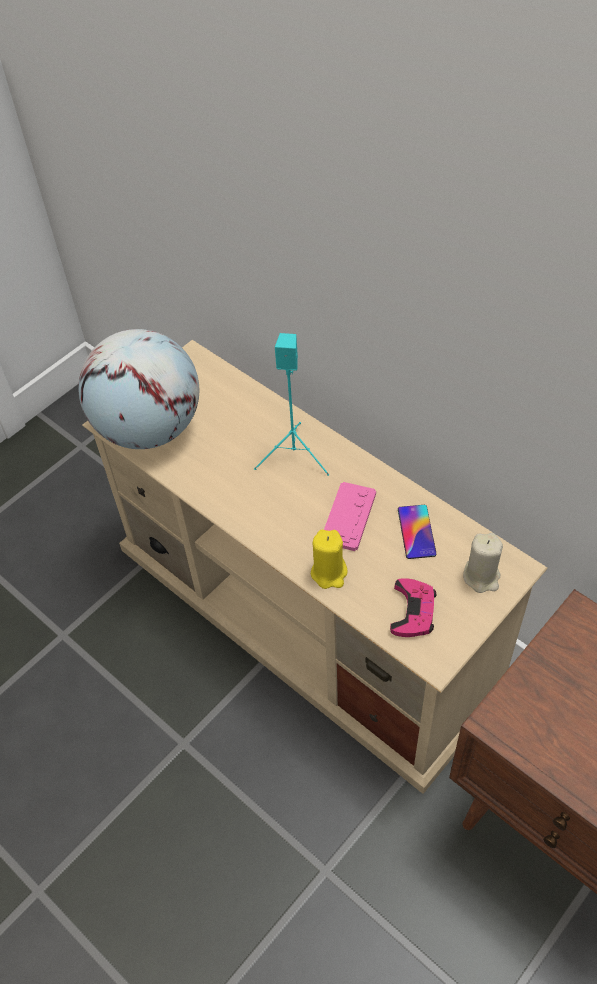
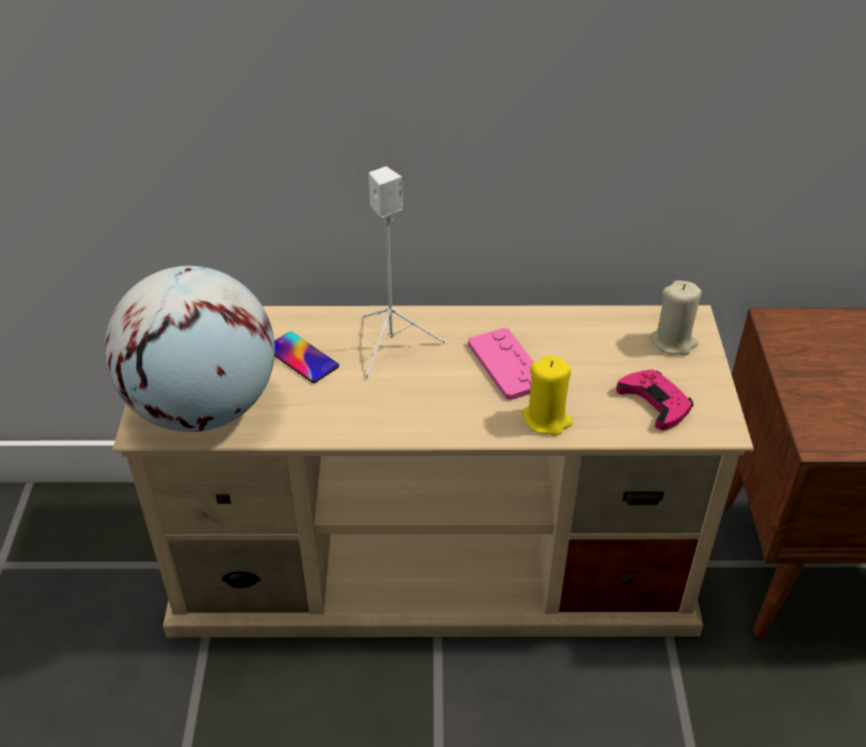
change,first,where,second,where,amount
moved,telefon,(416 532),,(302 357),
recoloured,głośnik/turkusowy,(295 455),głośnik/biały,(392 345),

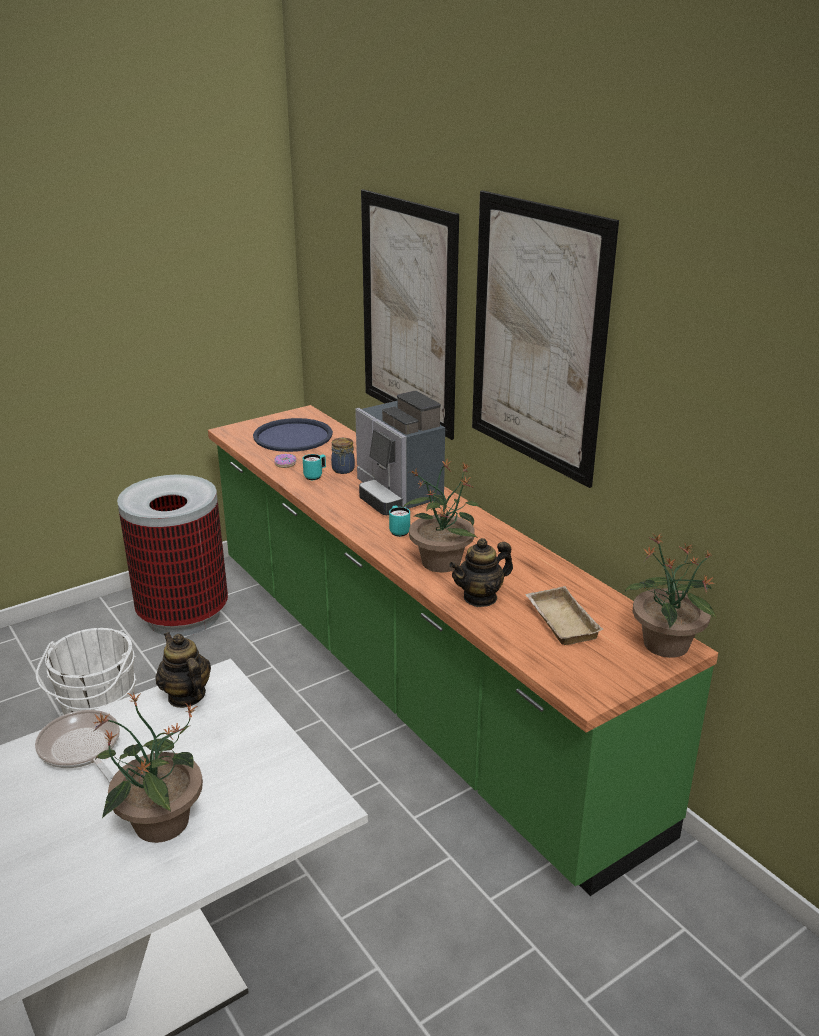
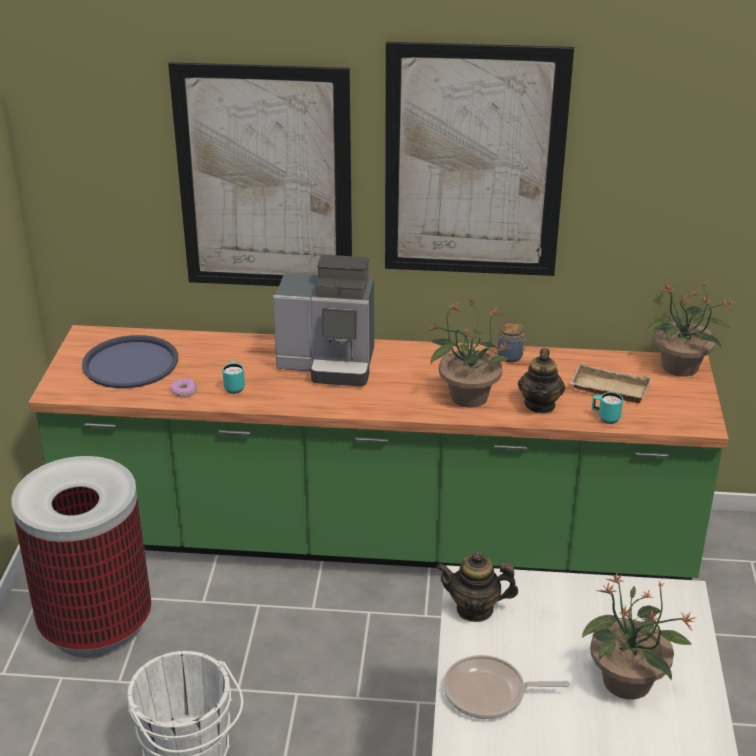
change,first,where,second,where,amount
moved,słoik,(343 470),,(511 357),
moved,kubek/turkusowy,(398 531),,(605 418),

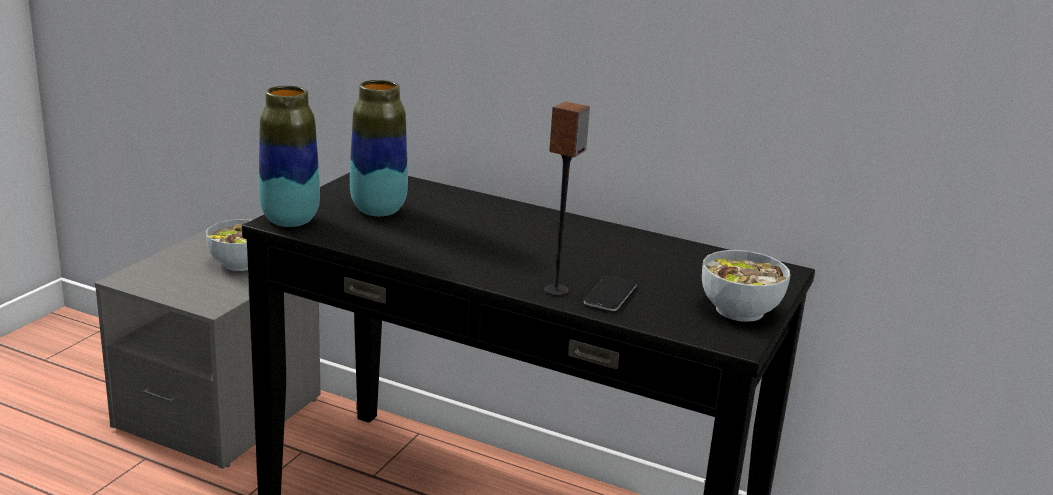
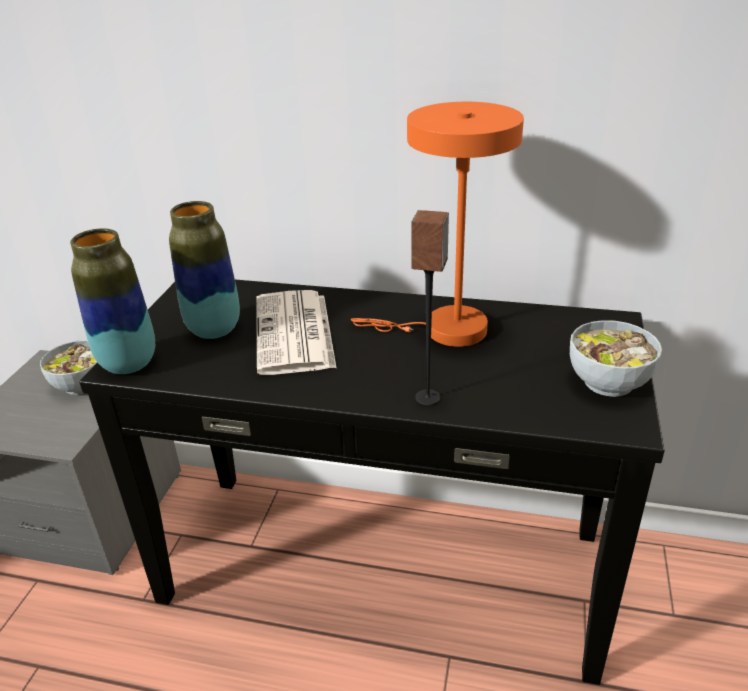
change,first,where,second,where,amount
added,,,gazeta,(295 333),
added,,,lampa stołowa/pomarańczowy,(445 330),
removed,telefon,(610 295),,,

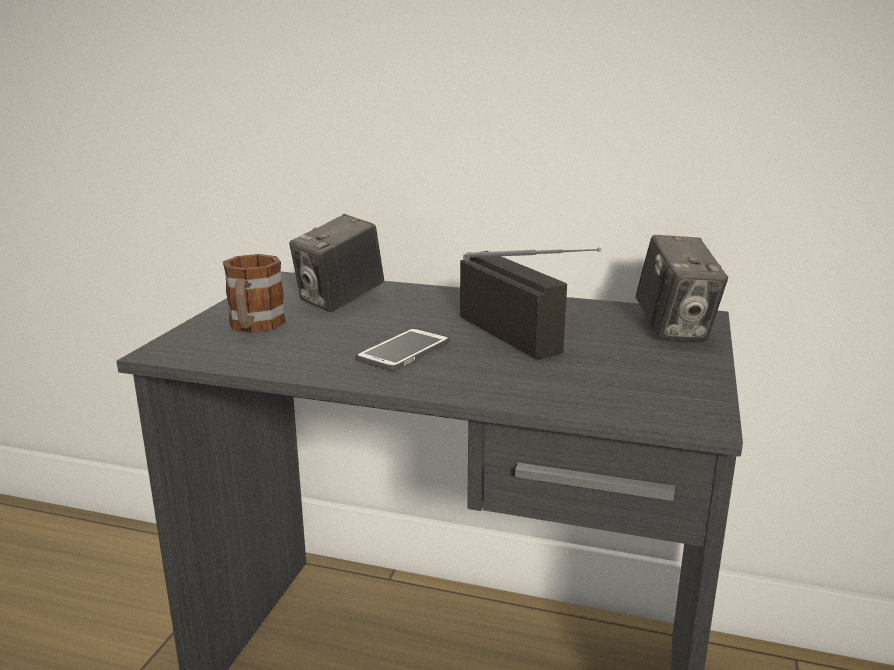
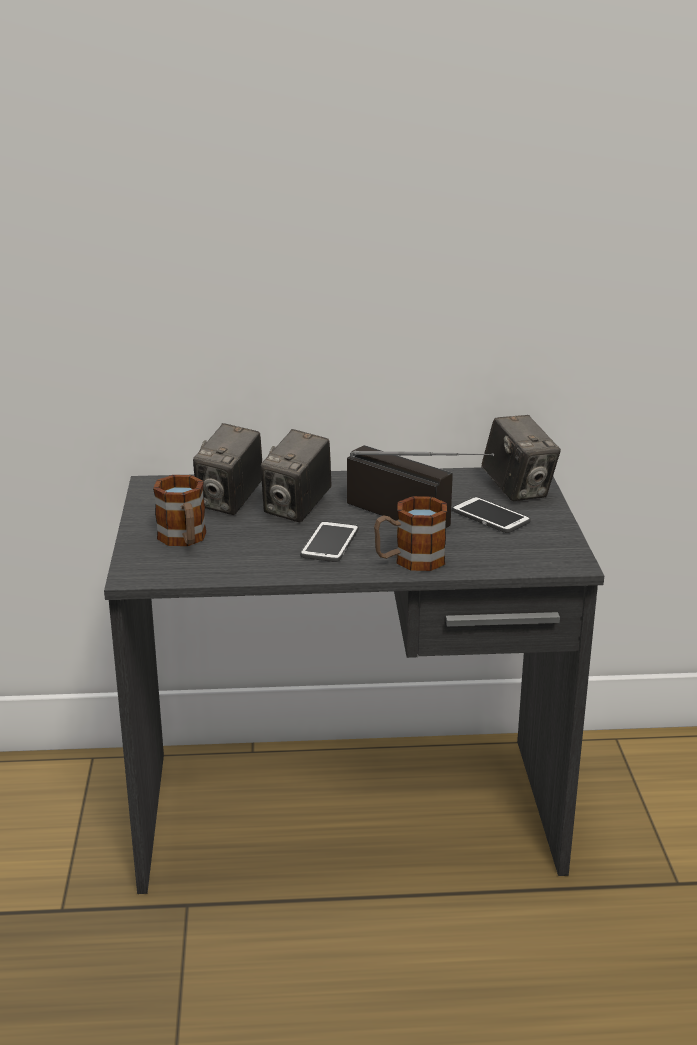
change,first,where,second,where,amount
added,,,aparat fotograficzny,(297 509),
added,,,kubek,(409 561),
added,,,telefon,(490 516),

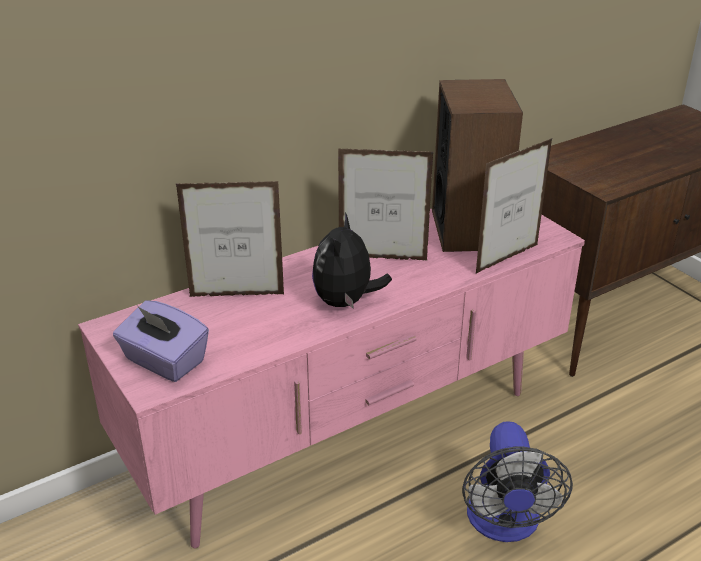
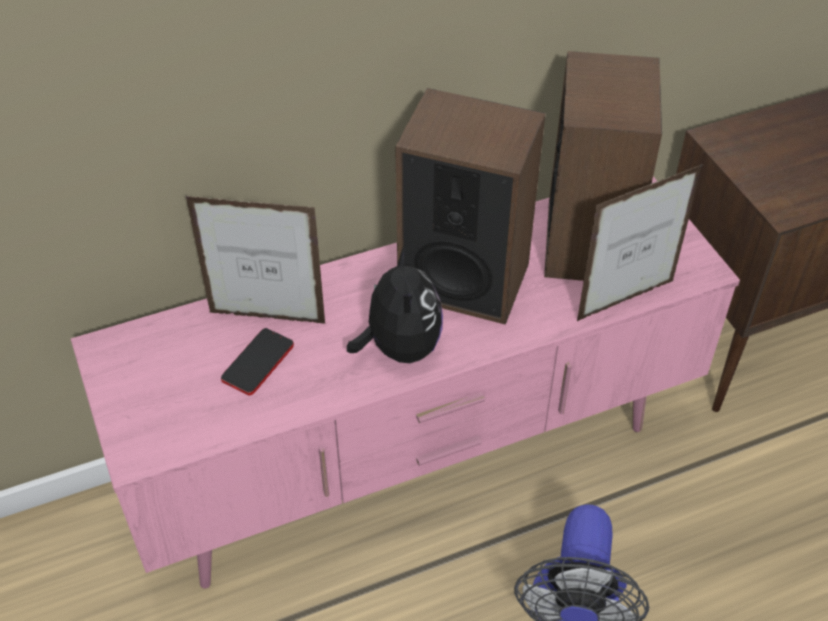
change,first,where,second,where,amount
added,,,telefon,(258 362),
turned,pluszak,(346 302),,(399 347),150 degrees clockwise
replaced,ramka na zdjęcie,(383 258),głośnik,(464 279),
removed,pudełko chusteczek/fioletowy,(164 361),,,

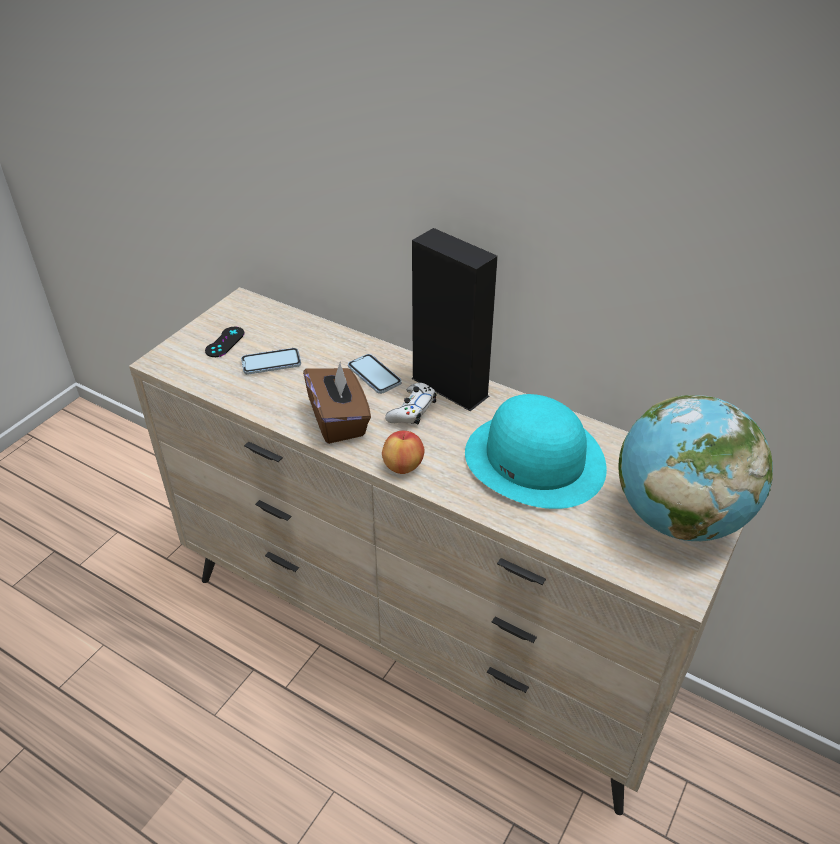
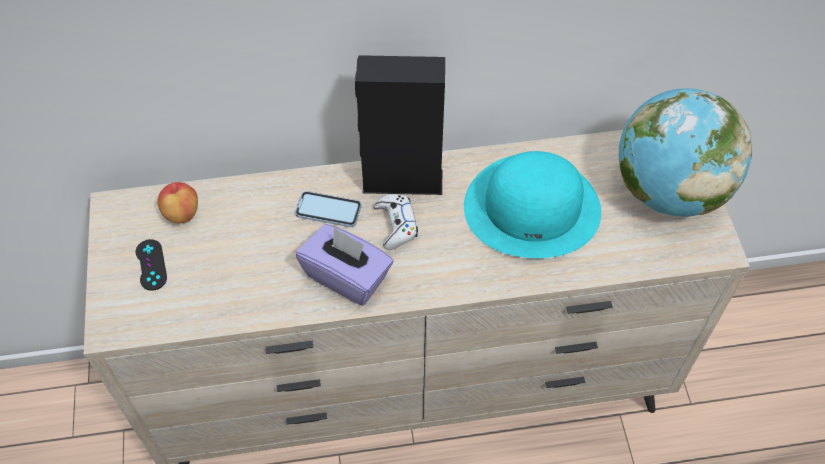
change,first,where,second,where,amount
moved,jabłko,(403 466),,(182 213),
recoloured,pudełko chusteczek/brązowy,(339 420),pudełko chusteczek/fioletowy,(347 276),
removed,telefon,(271 363),,,

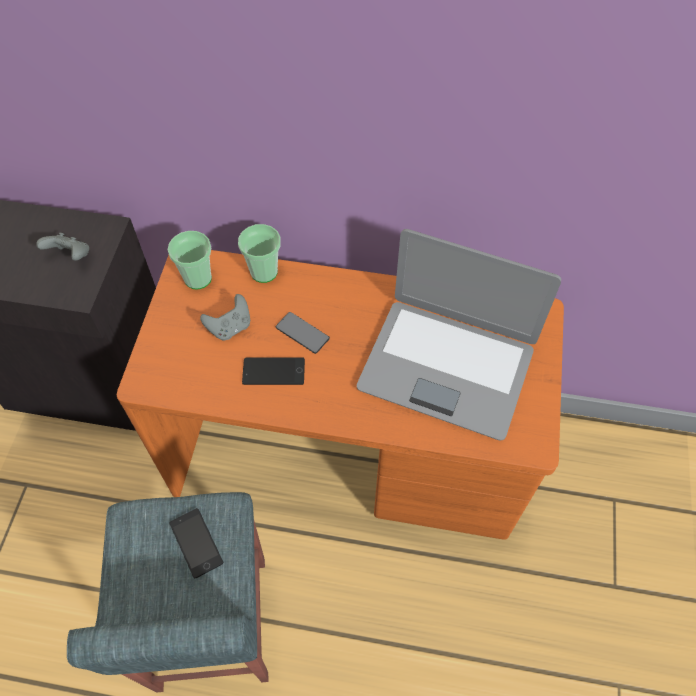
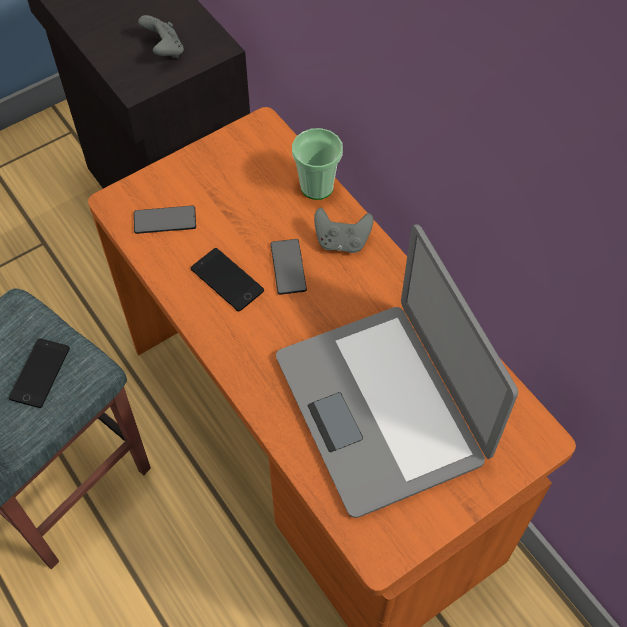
change,first,where,second,where,amount
added,,,telefon,(165 220),
moved,pad do gier/szary,(230 327),,(342 241),
removed,filiżanka,(198 278),,,

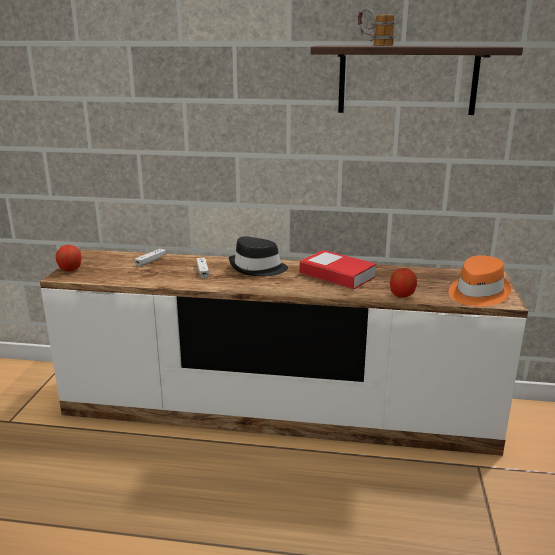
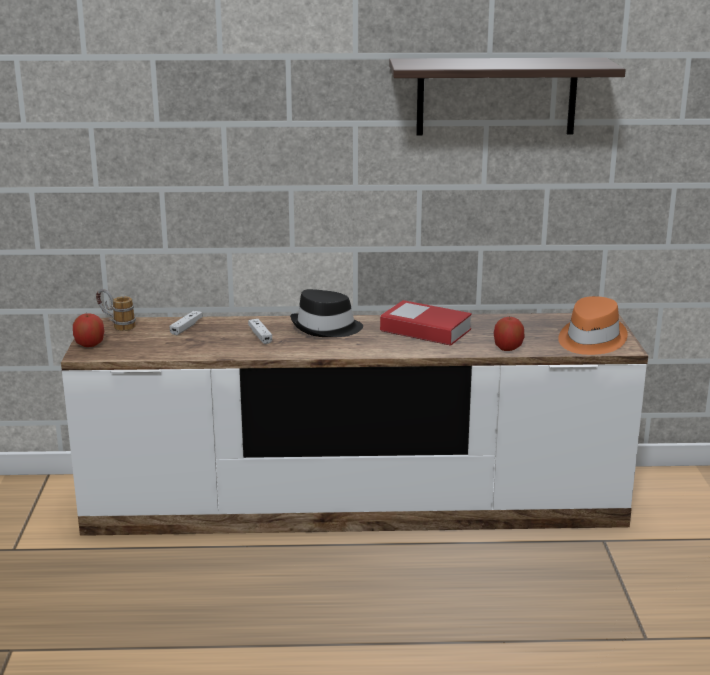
change,first,where,second,where,amount
moved,kubek,(374 45),,(116 325),

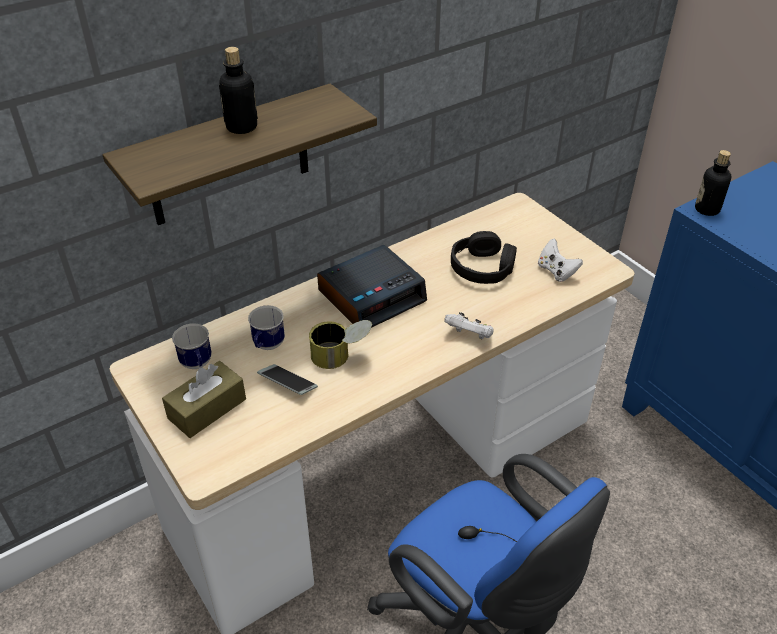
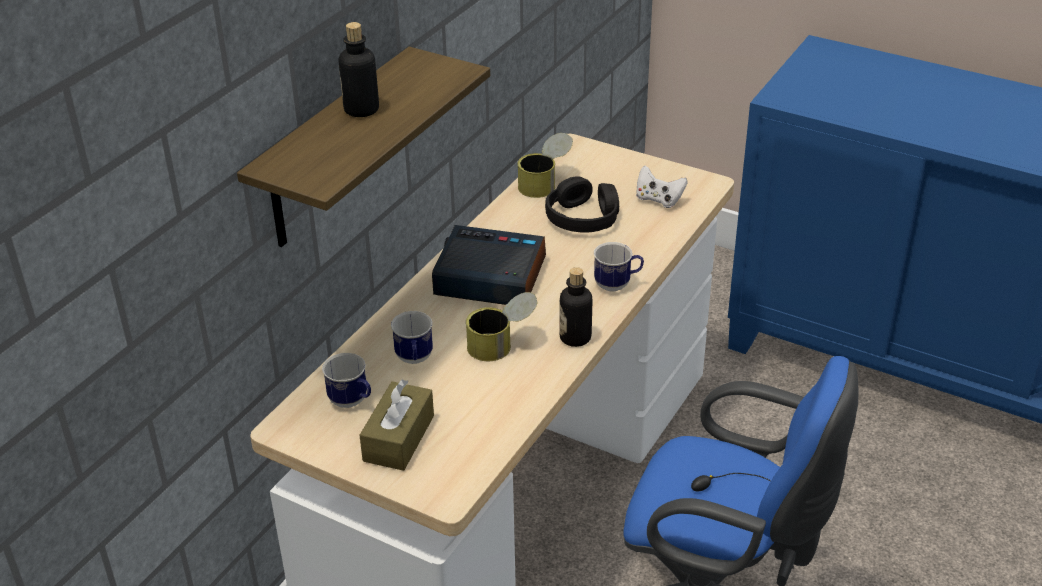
change,first,where,second,where,amount
turned,budzik,(372 295),,(488 277),105 degrees counterclockwise
added,,,puszka,(545 183),
moved,butelka,(707 209),,(575 337),
replaced,pad do gier/biały,(469 336),kubek,(617 285),
removed,telefon,(288 383),,,

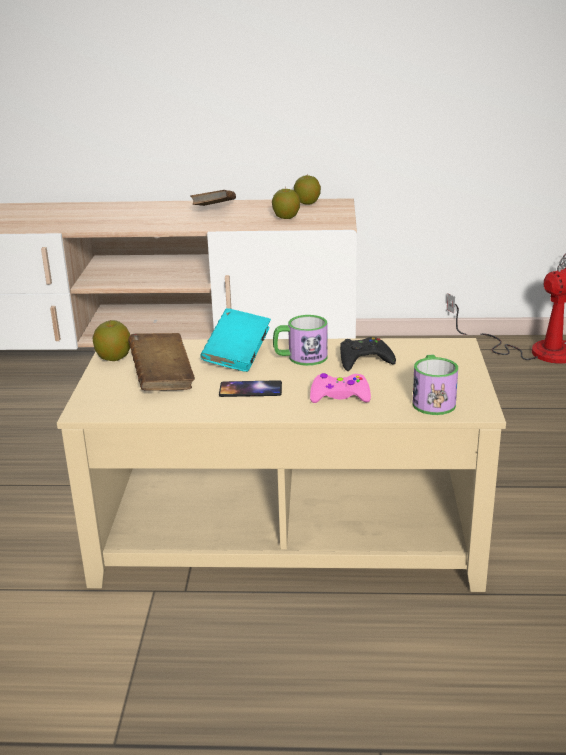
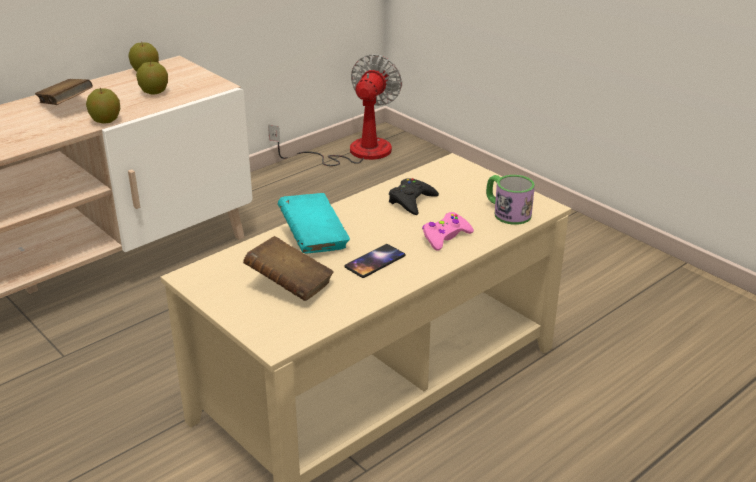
change,first,where,second,where,amount
moved,jabłko,(114 358),,(105 121),
removed,kubek,(300 358),,,

